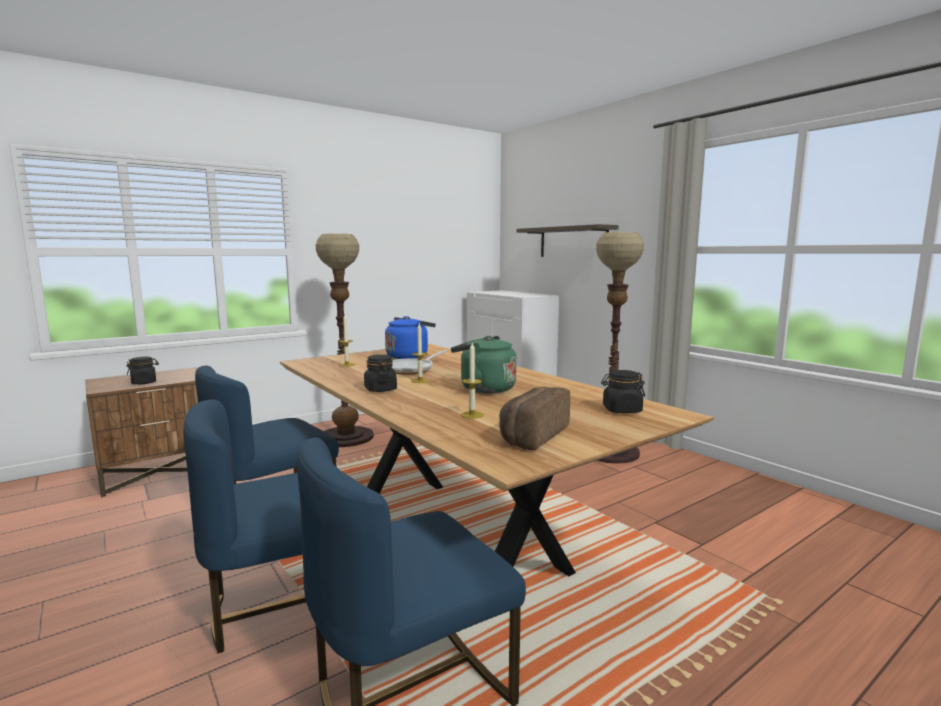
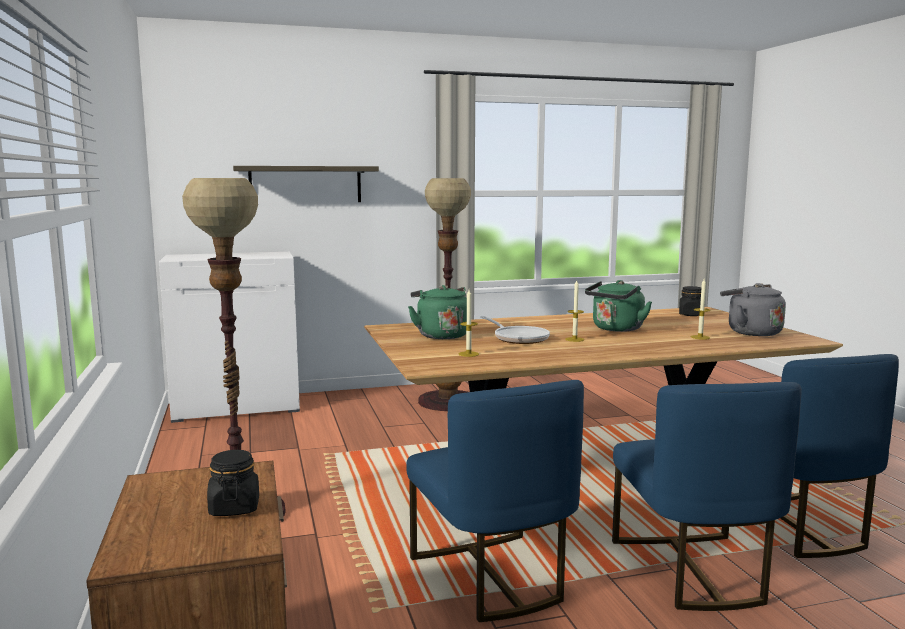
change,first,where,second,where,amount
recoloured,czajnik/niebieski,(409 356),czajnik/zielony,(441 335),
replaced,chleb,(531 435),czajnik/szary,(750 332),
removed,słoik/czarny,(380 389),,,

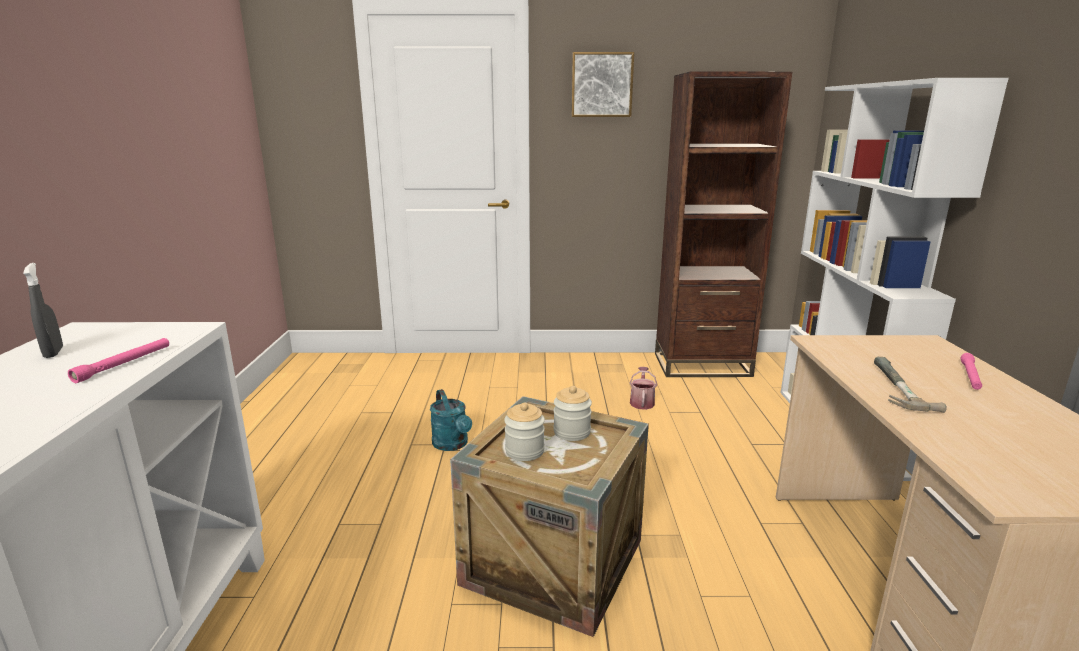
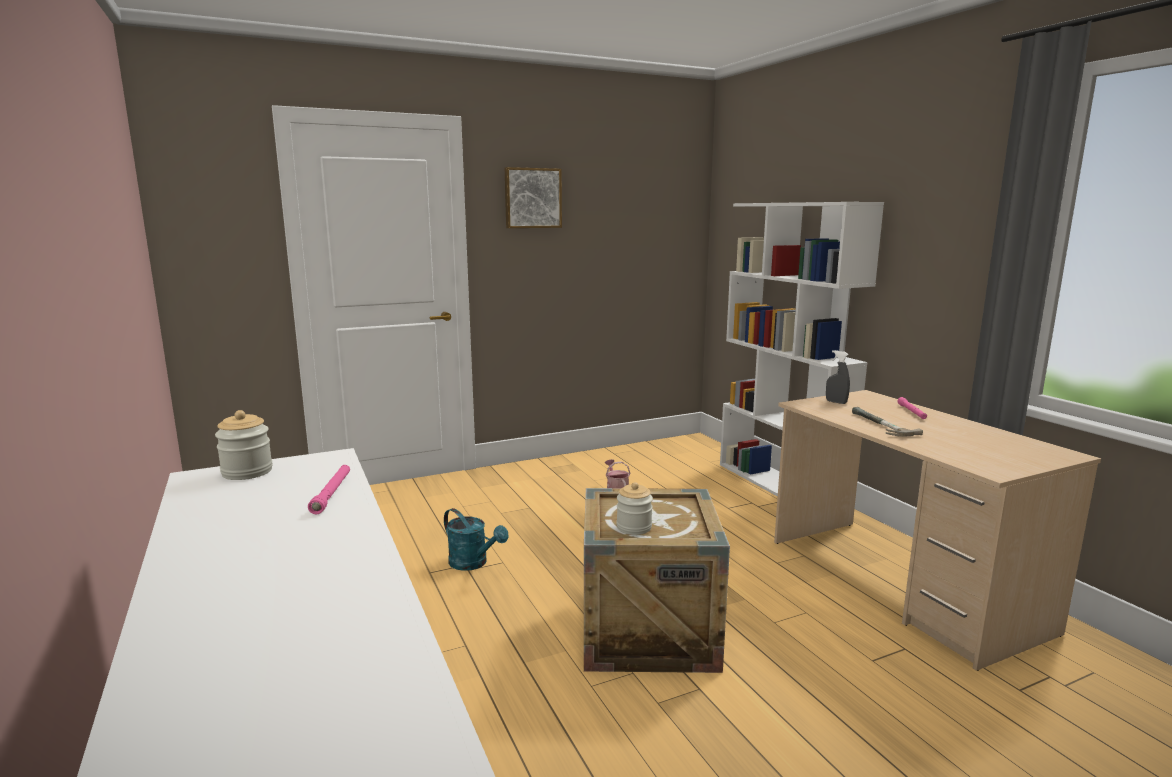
change,first,where,second,where,amount
moved,słoik,(572 432),,(247 472),
moved,spryskiwacz/szary,(53 352),,(836 402),
removed,regał/brązowy,(702 365),,,

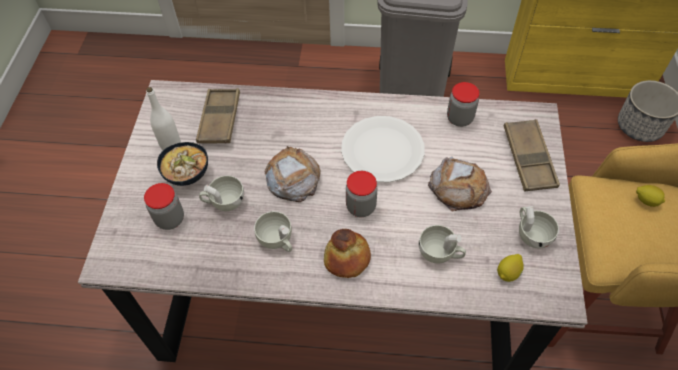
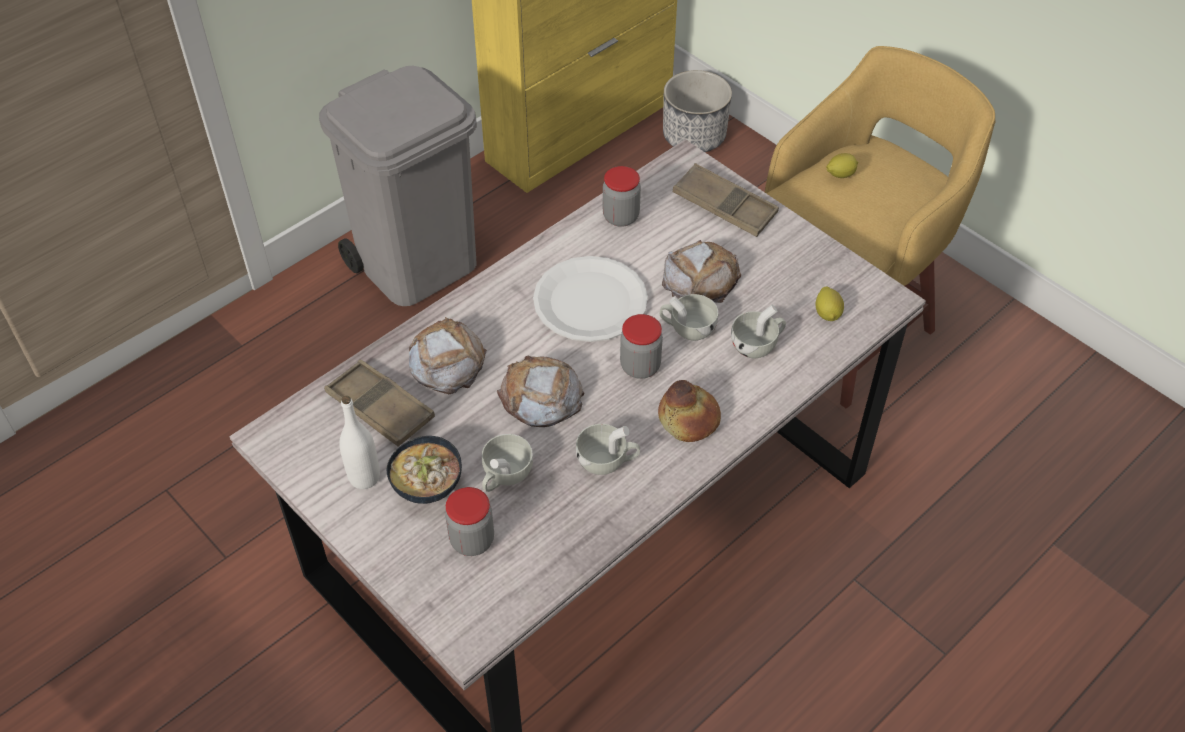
change,first,where,second,where,amount
added,,,chleb,(446 362),
moved,filiżanka/biały,(531 234),,(687 328),

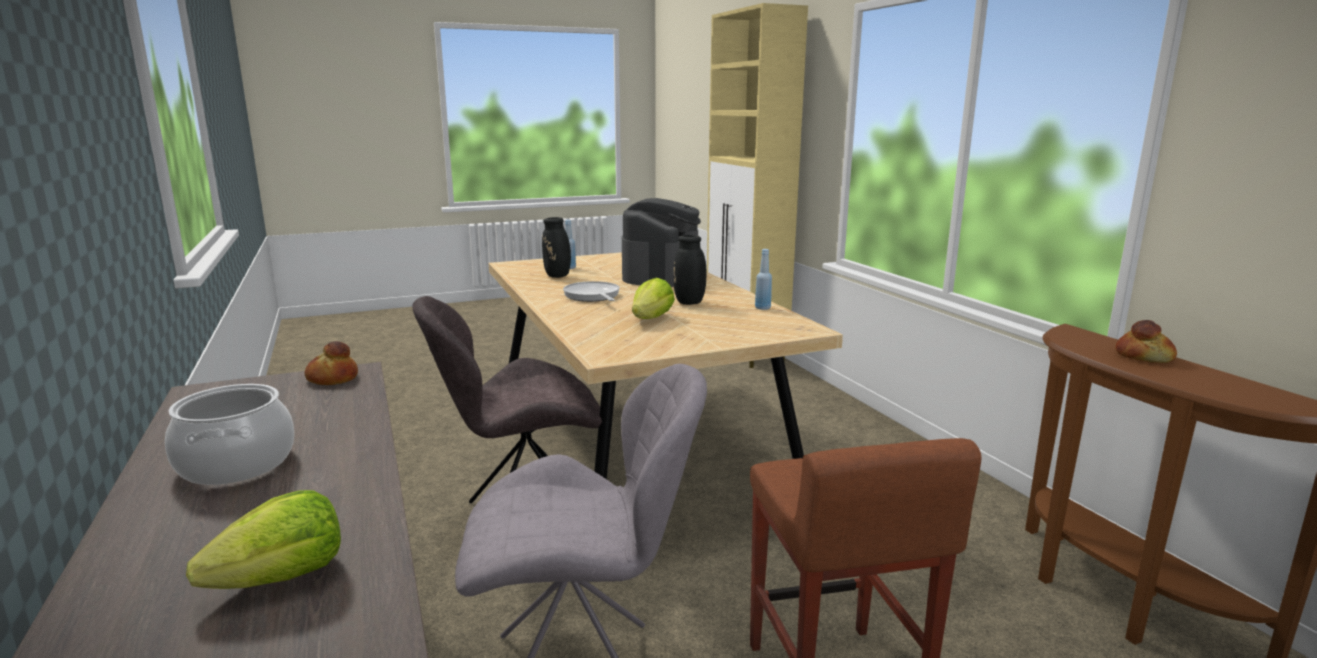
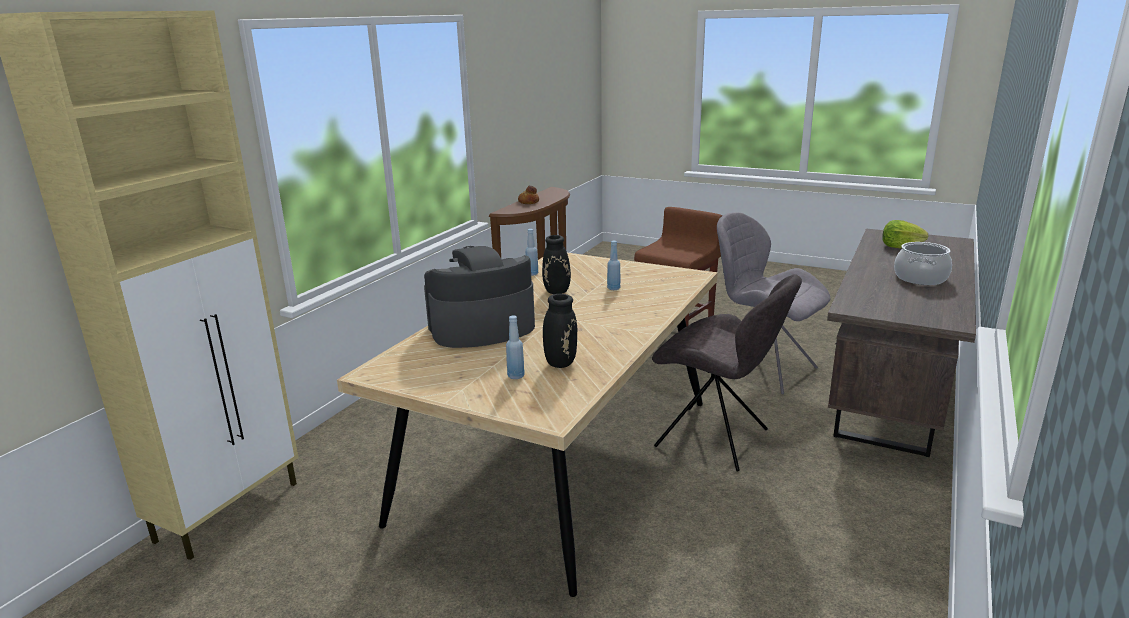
change,first,where,second,where,amount
replaced,sałata,(651 319),butelka/niebieski,(613 288),
removed,chleb,(332 378),,,
removed,patelnia,(592 296),,,

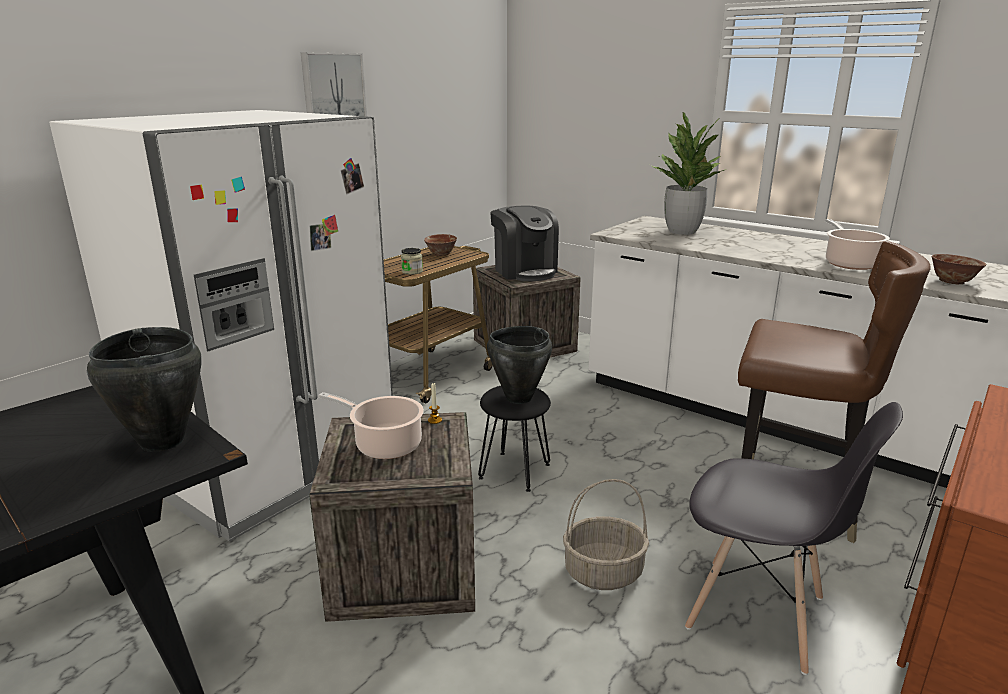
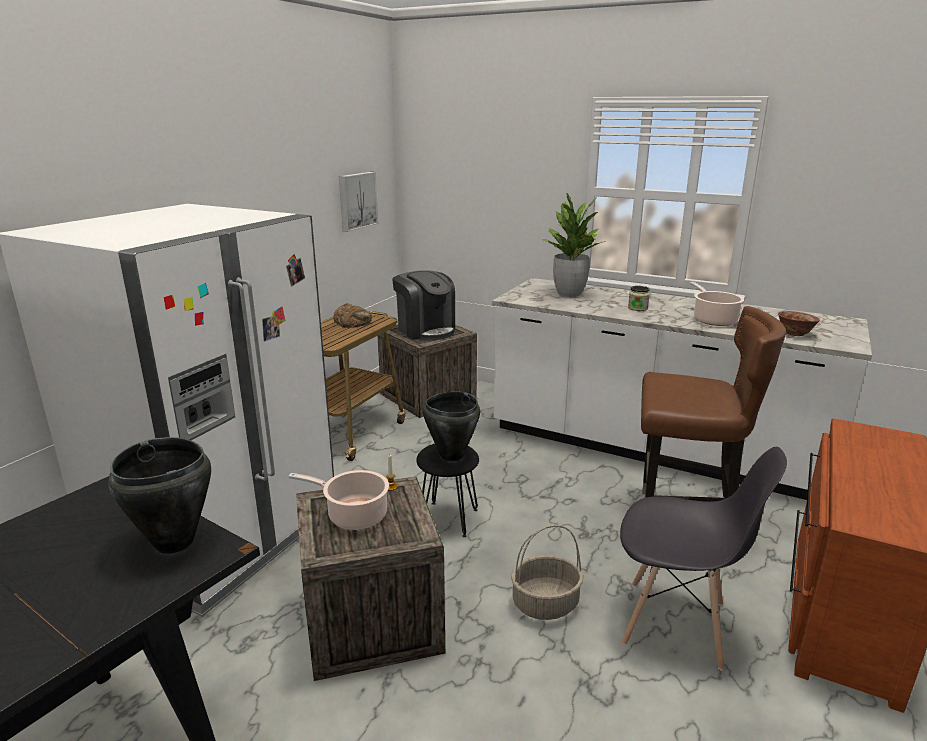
change,first,where,second,where,amount
replaced,miska,(441 254),chleb,(353 321),
moved,obraz,(333 90),,(356 201),
moved,słoik,(412 272),,(637 308),

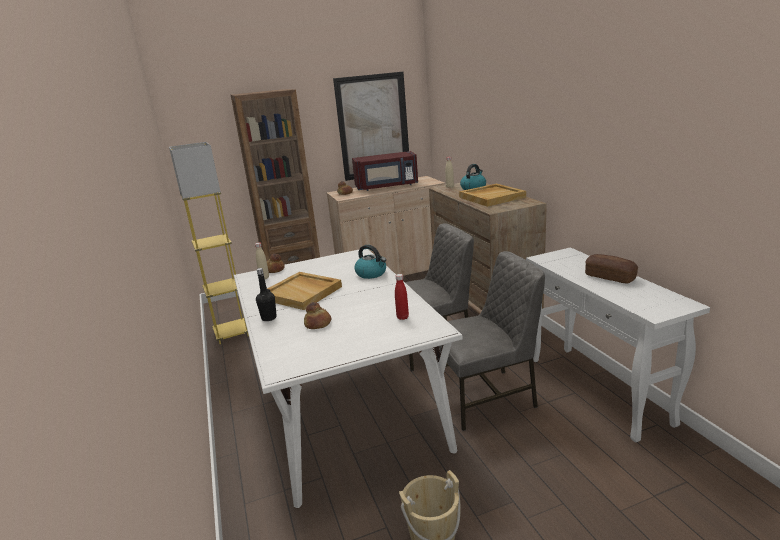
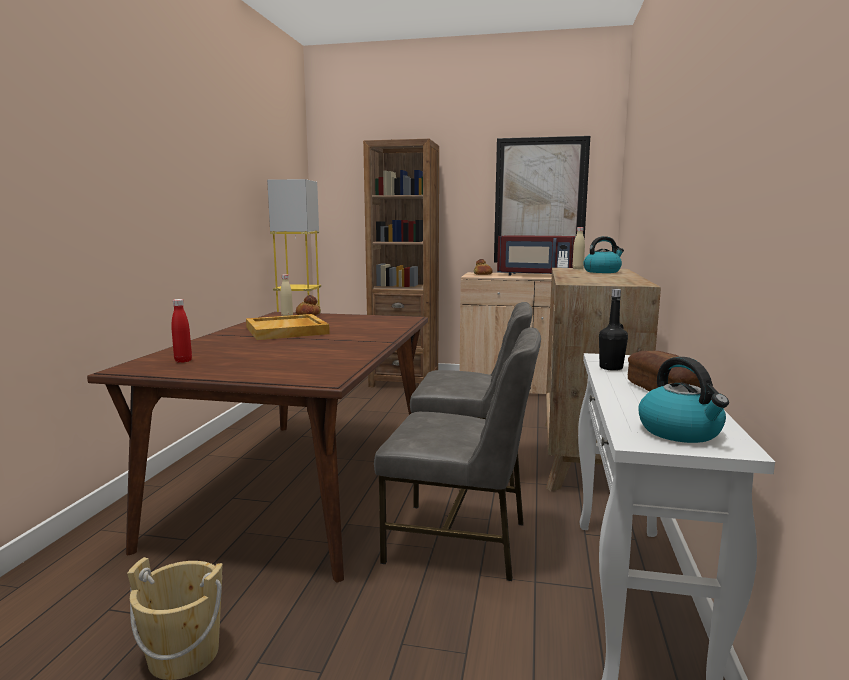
change,first,where,second,where,amount
recoloured,stół jadalny/biały,(342 403),stół jadalny/brązowy,(303 484),
moved,butelka/czerwony,(402 317),,(183 361),
moved,butelka/czarny,(269 318),,(611 368),
moved,czajnik,(371 273),,(681 432),
removed,chleb,(318 323),,,
removed,taca/beżowy,(492 197),,,

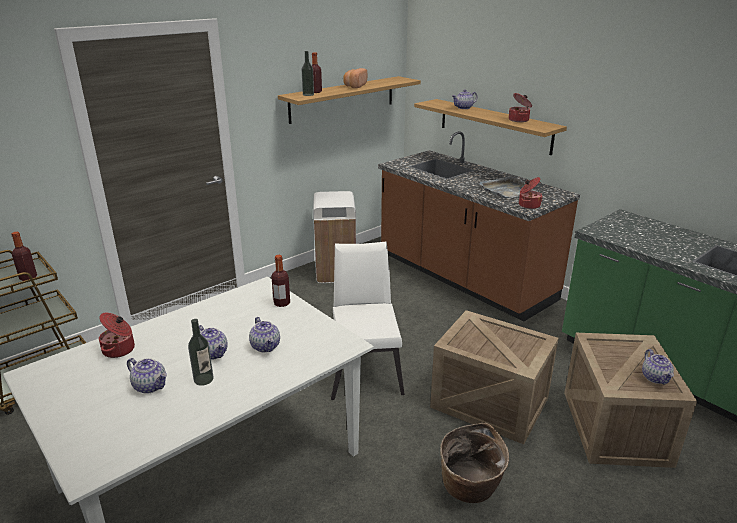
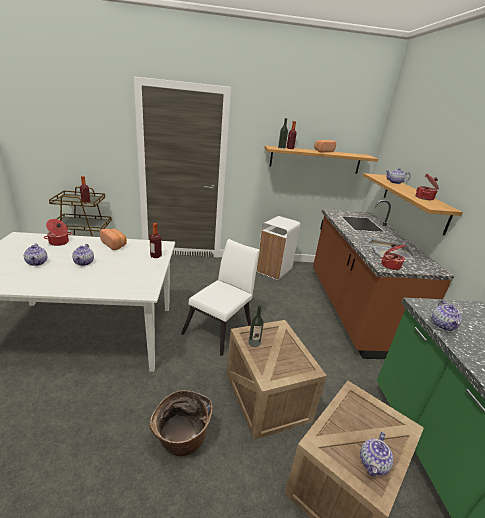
change,first,where,second,where,amount
added,,,chleb,(114 245),
moved,butelka,(203 379),,(254 343),
moved,imbryk,(266 346),,(443 325),

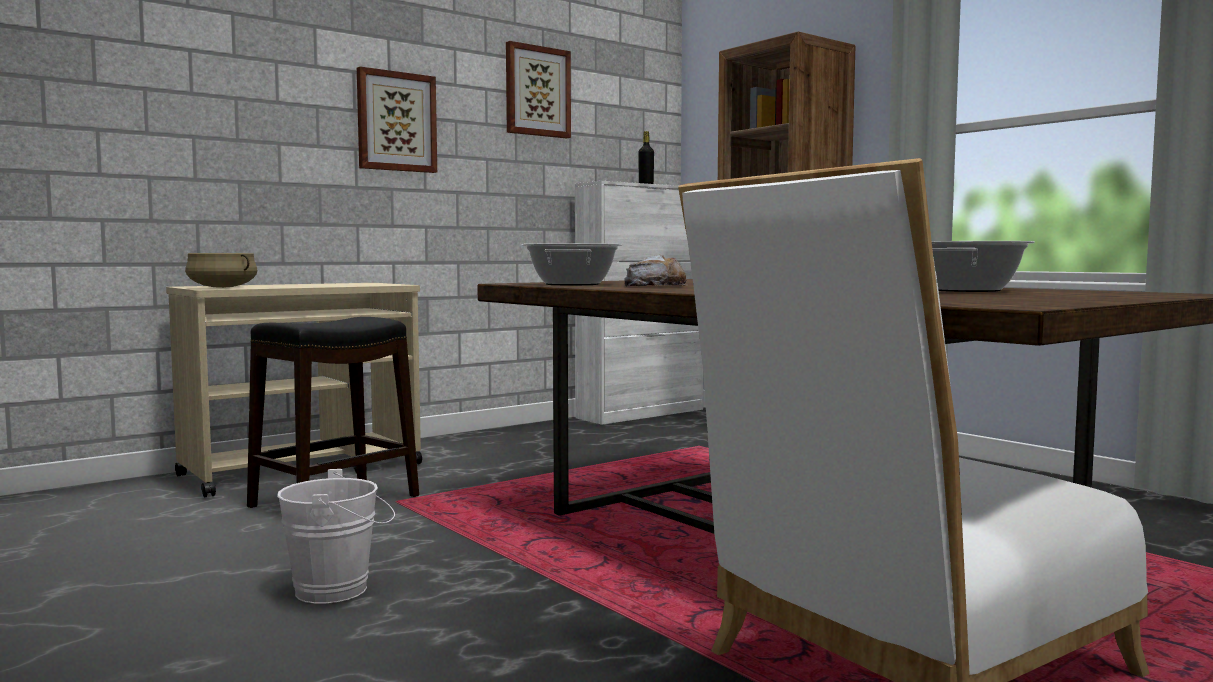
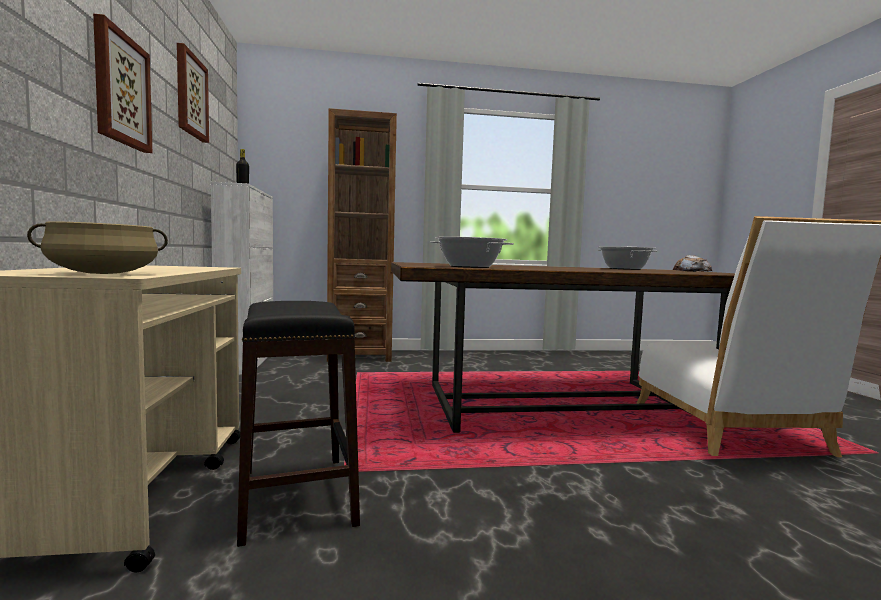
change,first,where,second,where,amount
moved,chleb,(655 286),,(691 271),
removed,wiadro/biały,(340 590),,,

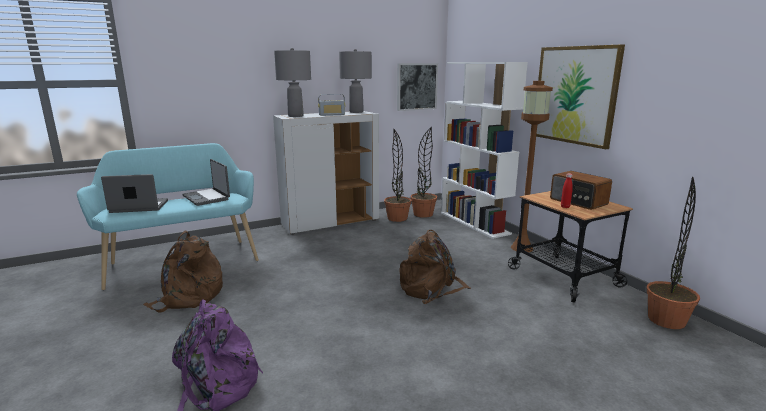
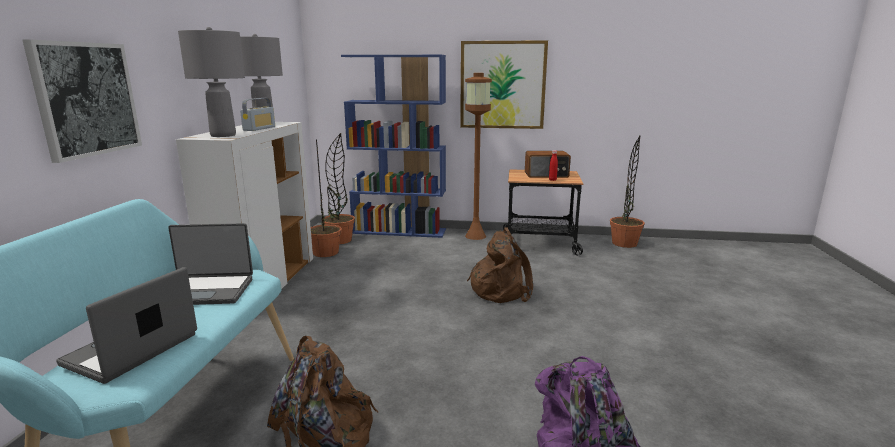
change,first,where,second,where,amount
moved,obraz,(416 86),,(86 99),
recoloured,regał/biały,(474 223),regał/niebieski,(400 231),

